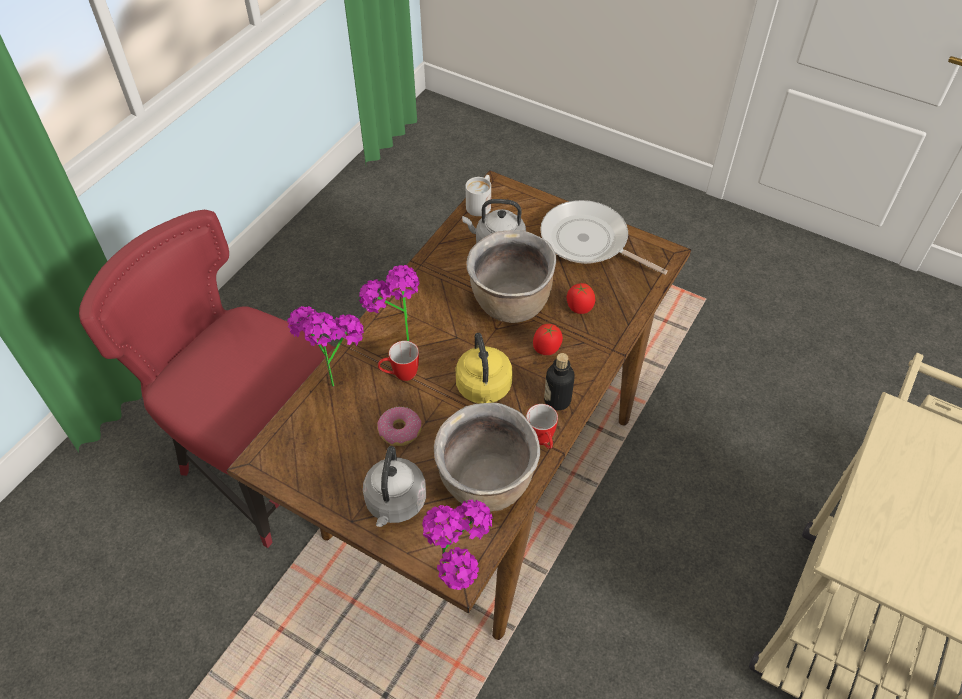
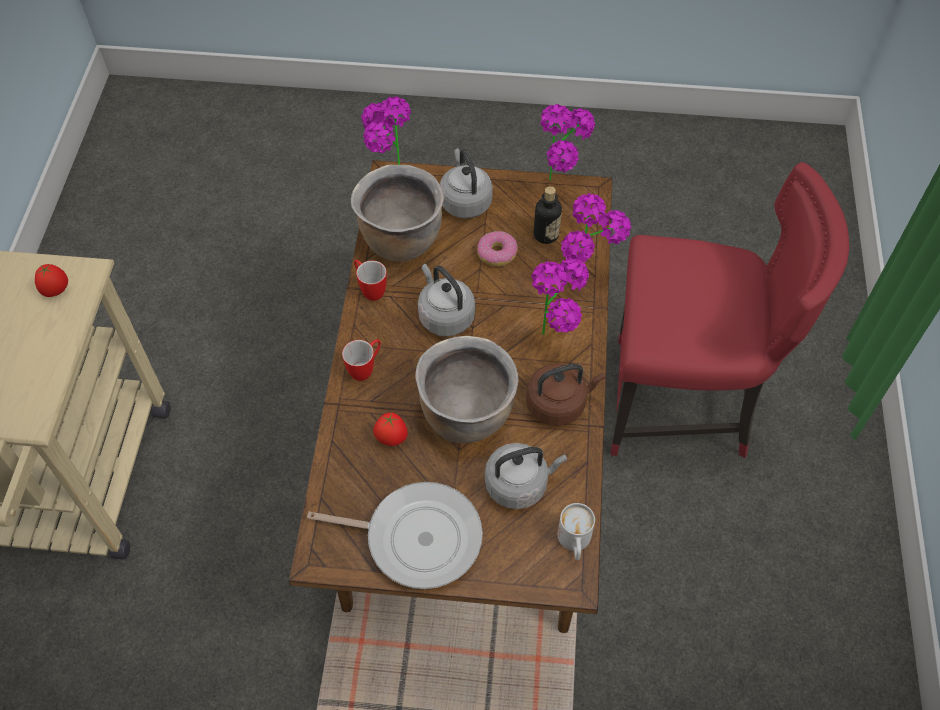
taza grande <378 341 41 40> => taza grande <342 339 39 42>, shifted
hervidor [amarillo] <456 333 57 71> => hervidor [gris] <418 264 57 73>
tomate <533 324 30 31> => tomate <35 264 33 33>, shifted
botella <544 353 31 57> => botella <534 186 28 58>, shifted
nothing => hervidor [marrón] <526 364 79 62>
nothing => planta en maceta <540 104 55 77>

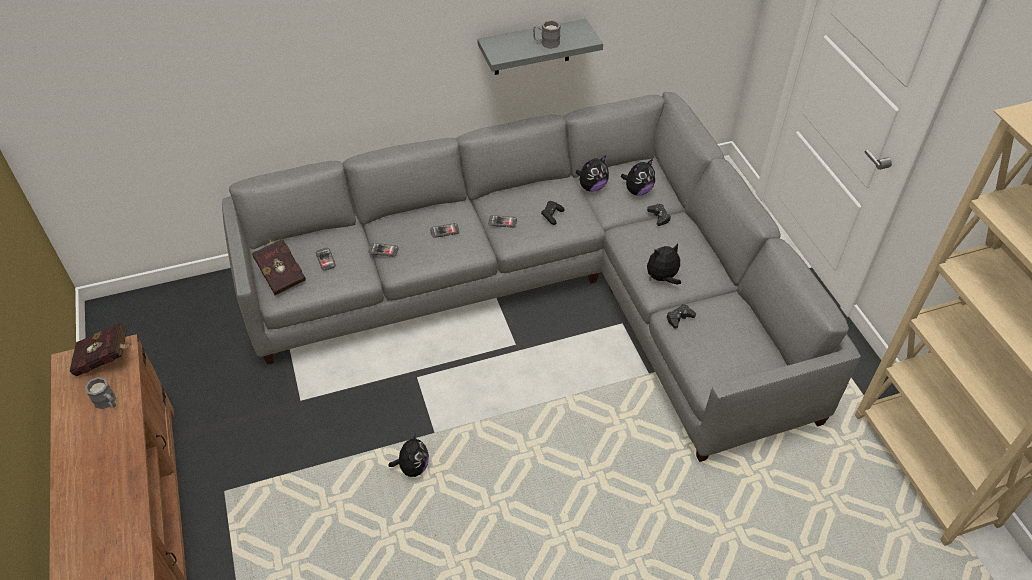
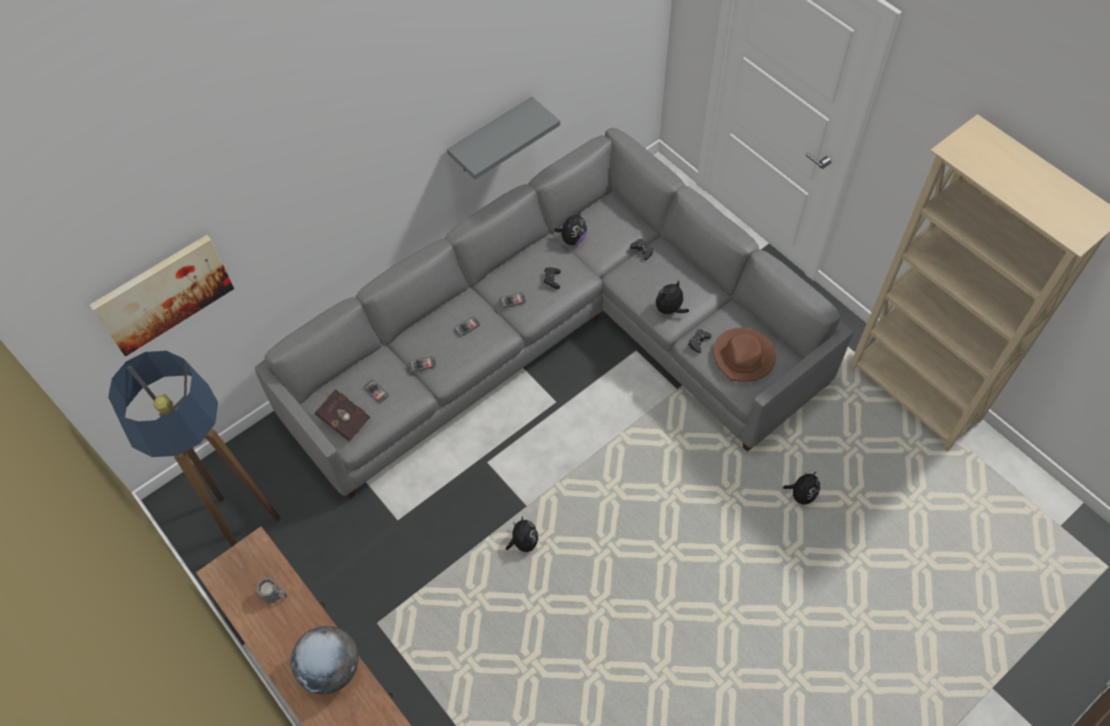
libro [rojo] <70 323 62 53> => nothing
taza grande [gris] <533 20 28 29> => nothing
peluche <621 159 34 37> => peluche <783 471 37 34>, shifted
nothing => cuadro <90 235 144 121>
nothing => lámpara de pie <108 351 172 196>
nothing => globo terráqueo <291 626 67 68>
nothing => sombrero [marrón] <713 328 63 54>

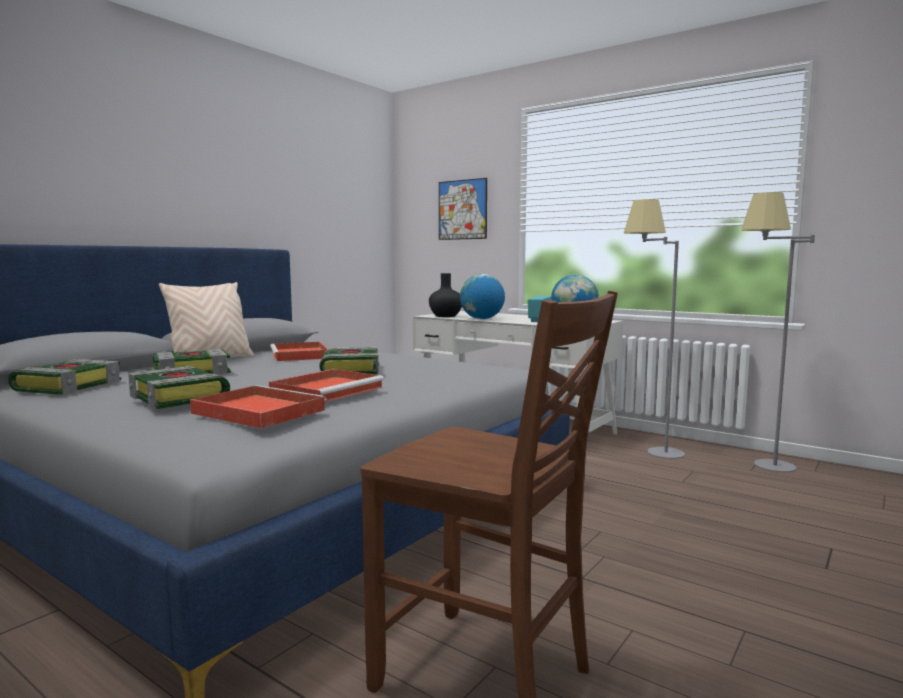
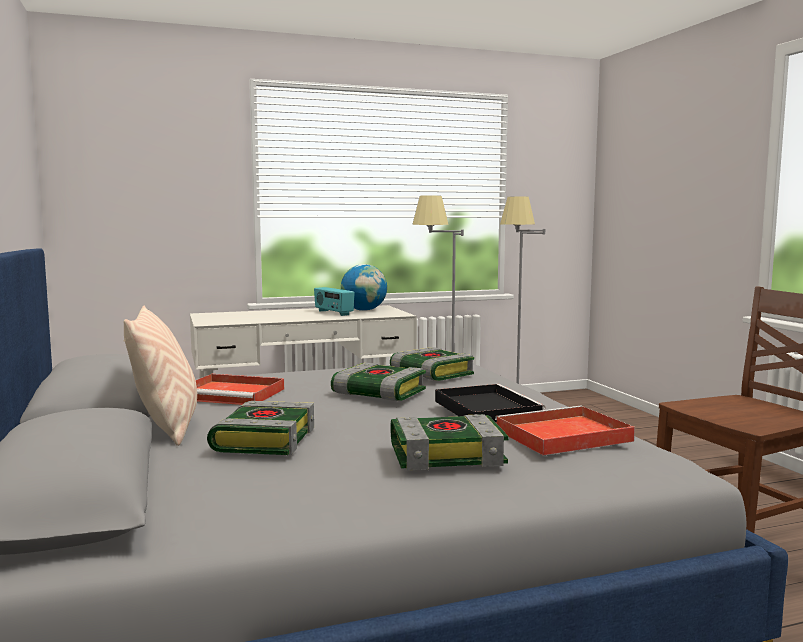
libro <8 359 113 36> => libro <390 347 84 34>, shifted
bandeja [rojo] <269 369 115 33> => bandeja [negro] <435 384 111 39>
florero [negro] <429 273 33 44> => nothing
cuadro <439 178 48 62> => nothing
globo terráqueo <460 274 45 45> => nothing

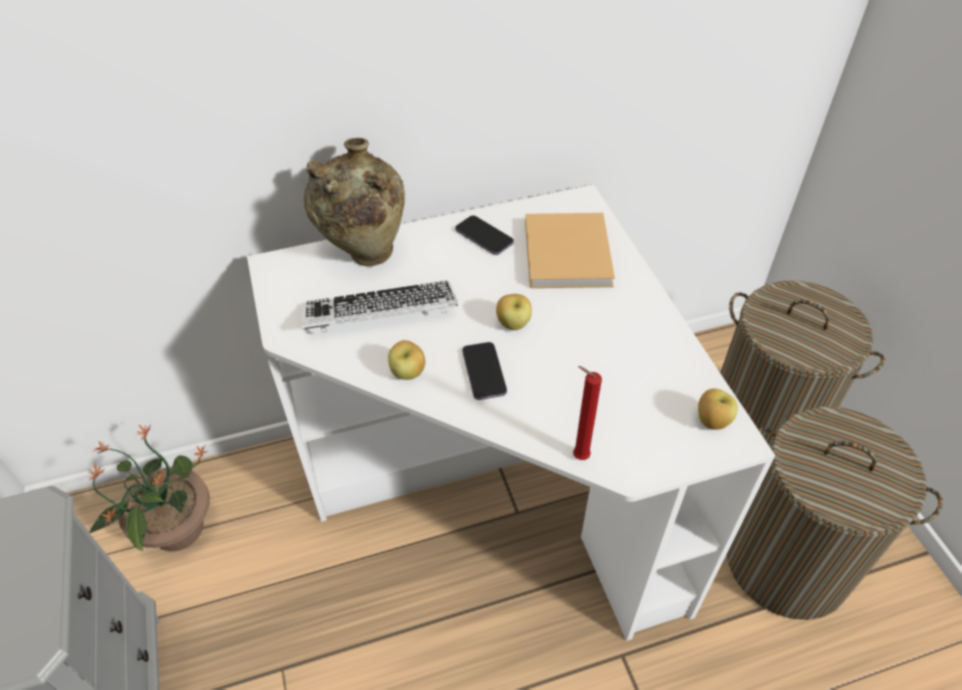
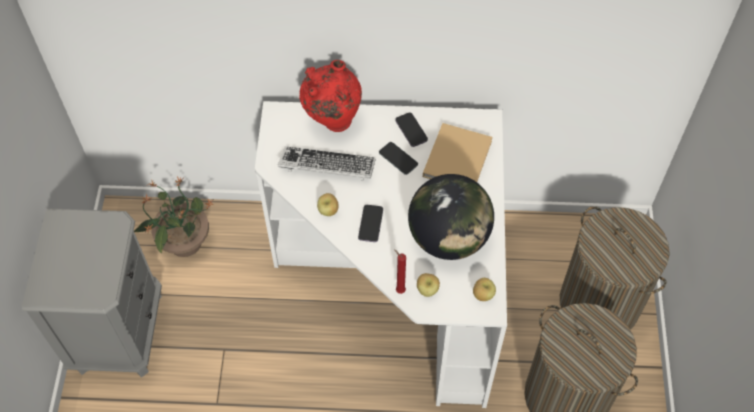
florero [beis] <304 138 101 128> => florero [rojo] <299 60 63 72>
manzana <496 294 36 36> => manzana <417 273 23 24>, shifted
nothing => móvil <379 142 39 33>
nothing => globo terráqueo <408 174 86 86>

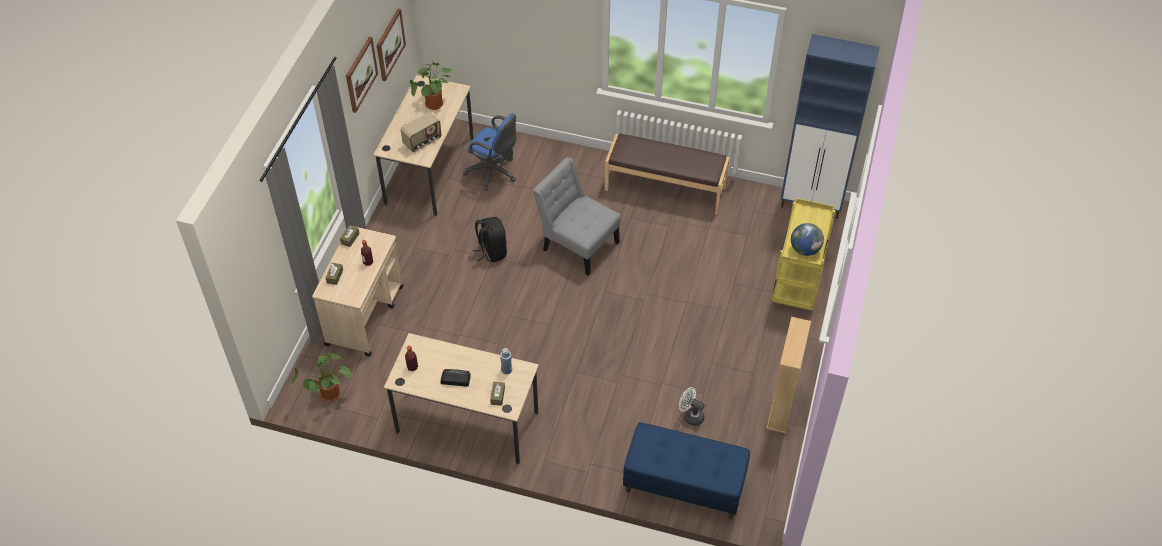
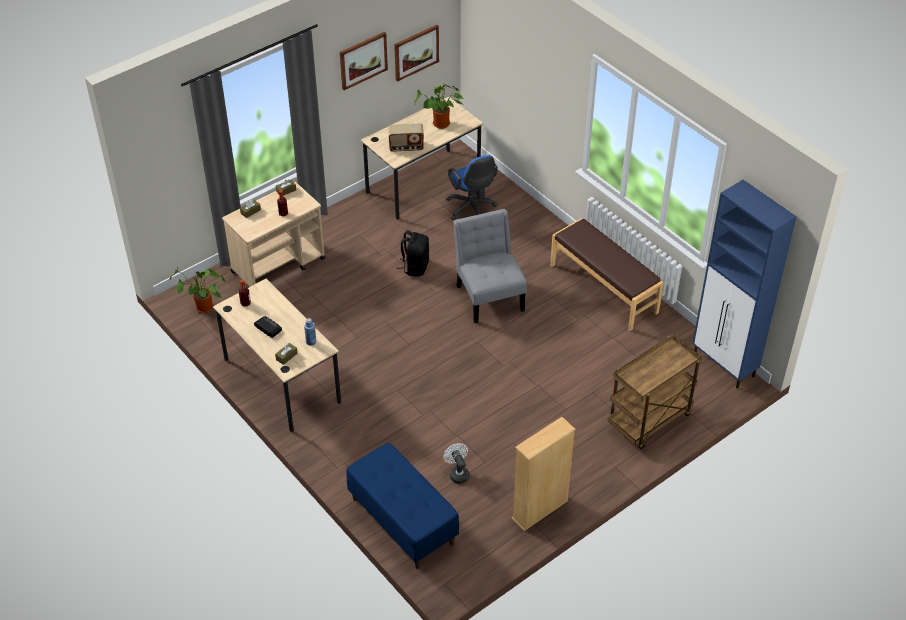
carrito [amarillo] <772 198 63 113> => carrito [marrón] <608 334 94 115>
globo terráqueo <791 223 33 33> => nothing

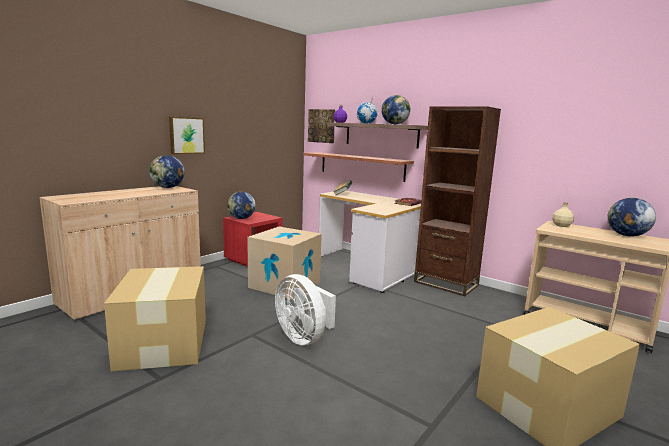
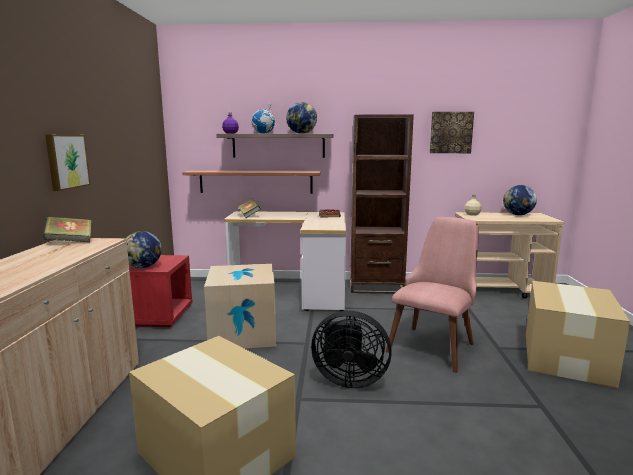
globo terráqueo <149 155 36 33> => libro <44 216 48 26>
ventilador [blanco] <275 274 61 71> => ventilador [negro] <311 311 81 77>
cuadro <308 109 27 34> => cuadro <430 112 44 41>, shifted
nothing => silla [rosa] <386 217 93 156>

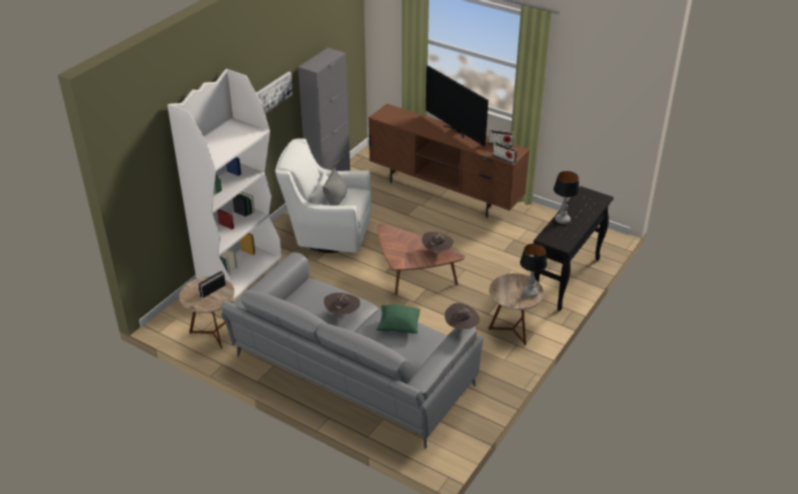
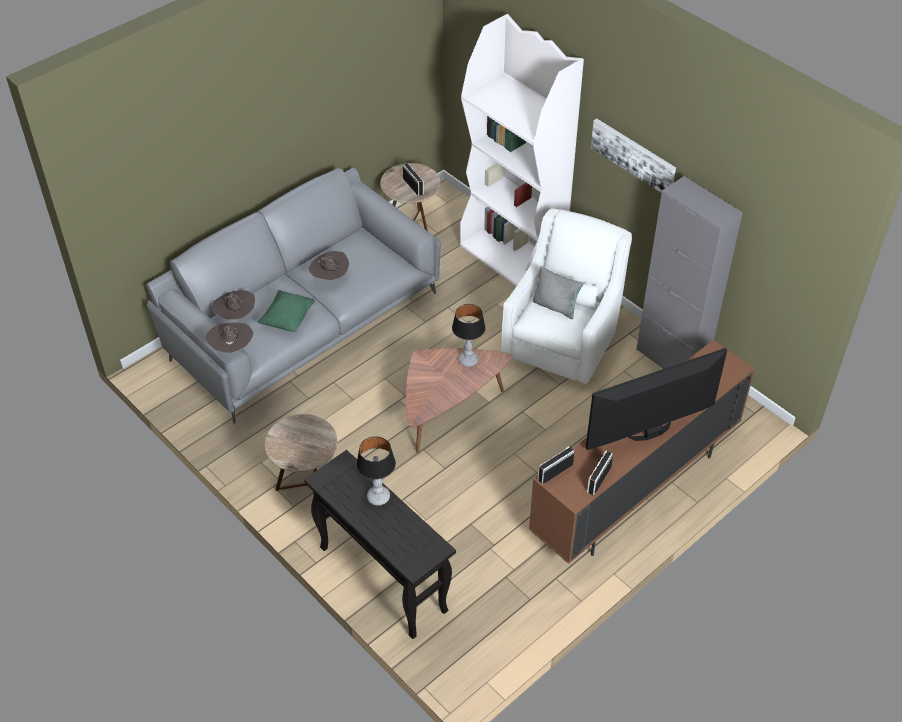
sombrero [marrón] <422 232 32 23> => sombrero [marrón] <212 290 43 29>, shifted
lámpara de mesa <520 243 27 55> => lámpara de mesa <452 304 34 63>, shifted

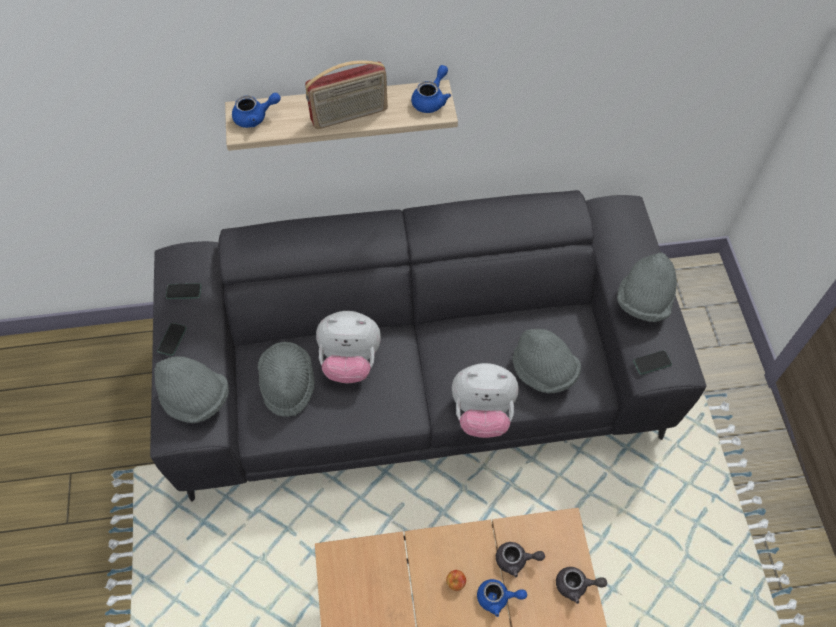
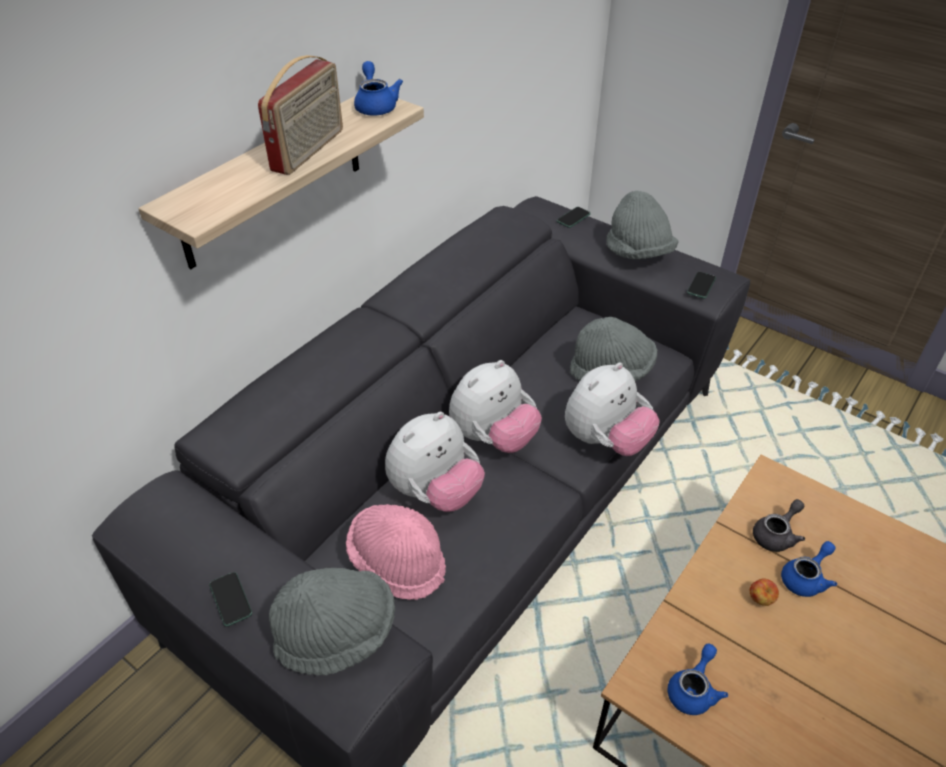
móvil <166 283 35 16> => móvil <556 207 35 21>, shifted
tetera [azul] <232 93 49 35> => tetera [azul] <667 643 61 72>, shifted
sombrero [gris] <258 342 57 75> => sombrero [rosa] <346 504 100 96>
tetera [gris] <556 567 51 37> => nothing
nothing => peluche <449 360 93 93>

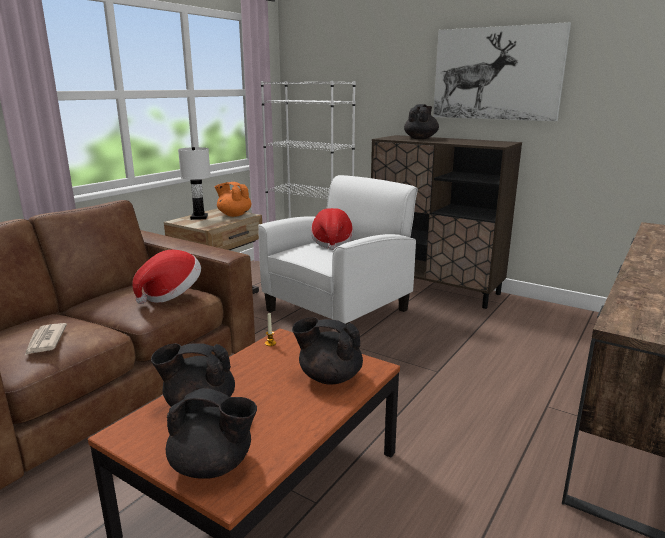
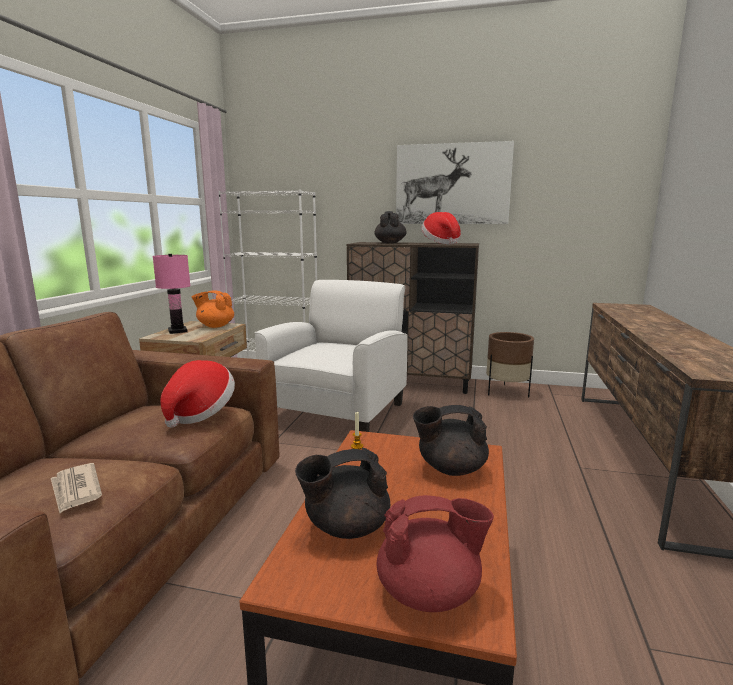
tetera [negro] <166 388 91 91> => tetera [rojo] <377 495 117 117>
lámpara de mesa [blanco] <178 147 33 73> => lámpara de mesa [rosa] <153 254 38 80>
sombrero <311 208 42 42> => sombrero <421 212 40 32>, shifted
nothing => maceta [marrón] <486 332 48 66>

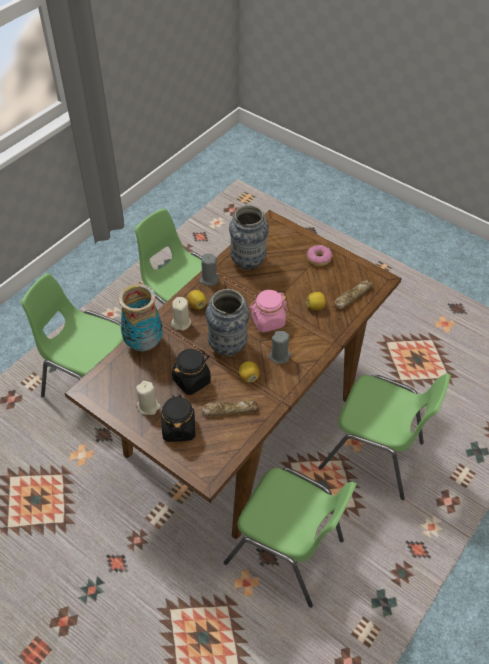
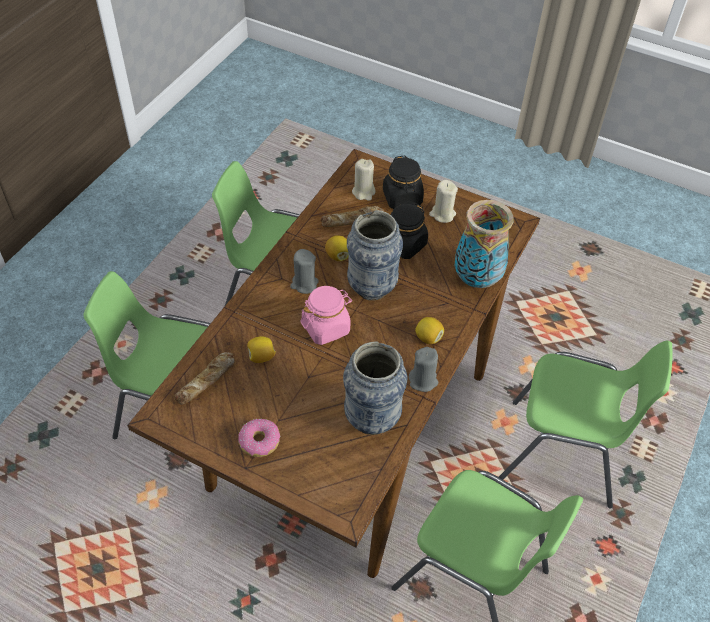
vela [beis] <171 297 20 34> => vela [beis] <352 159 24 42>, shifted

